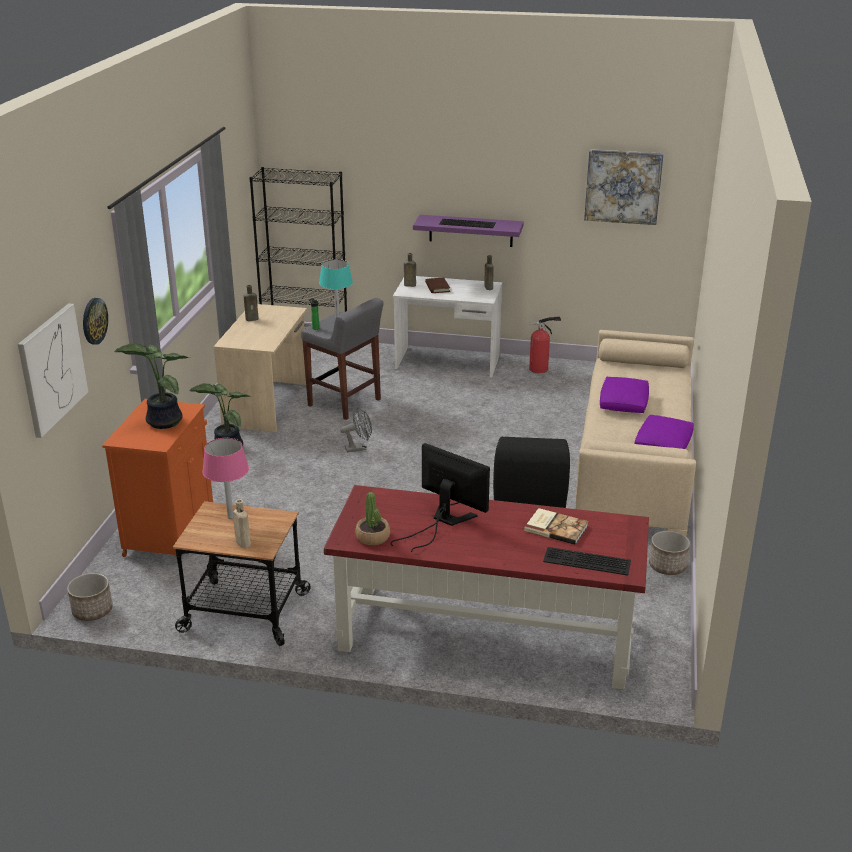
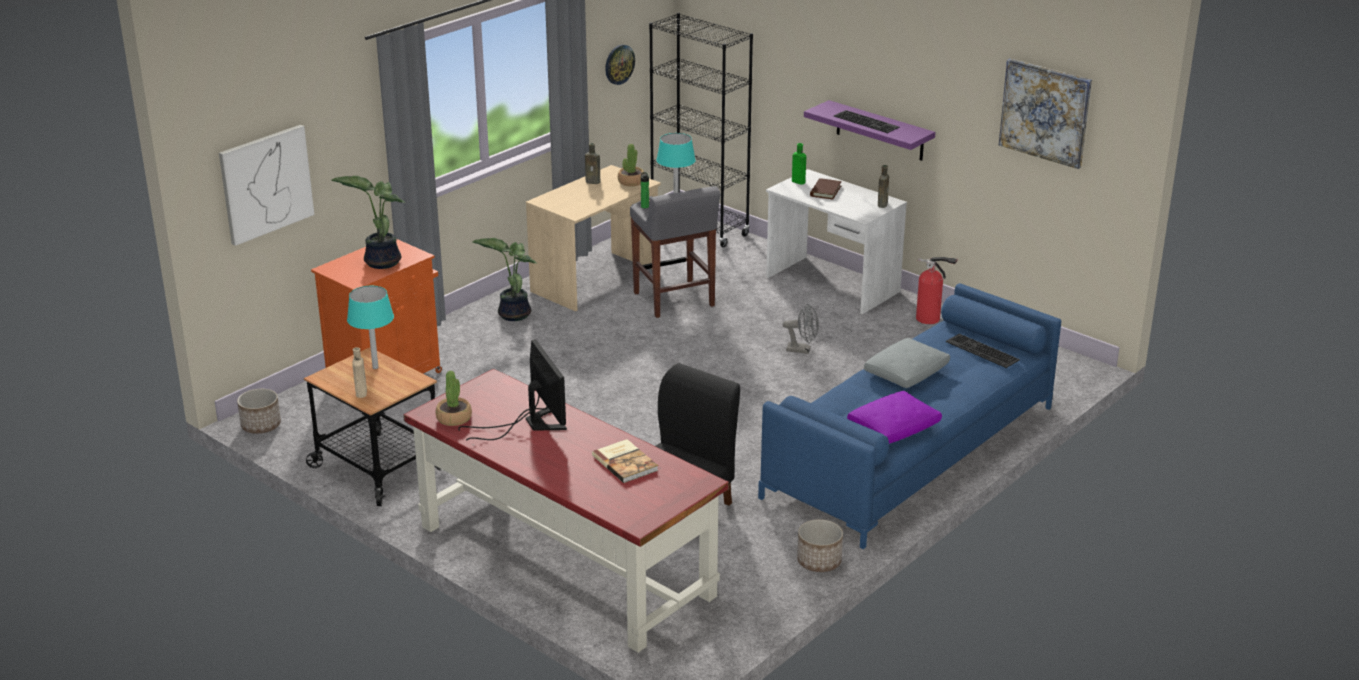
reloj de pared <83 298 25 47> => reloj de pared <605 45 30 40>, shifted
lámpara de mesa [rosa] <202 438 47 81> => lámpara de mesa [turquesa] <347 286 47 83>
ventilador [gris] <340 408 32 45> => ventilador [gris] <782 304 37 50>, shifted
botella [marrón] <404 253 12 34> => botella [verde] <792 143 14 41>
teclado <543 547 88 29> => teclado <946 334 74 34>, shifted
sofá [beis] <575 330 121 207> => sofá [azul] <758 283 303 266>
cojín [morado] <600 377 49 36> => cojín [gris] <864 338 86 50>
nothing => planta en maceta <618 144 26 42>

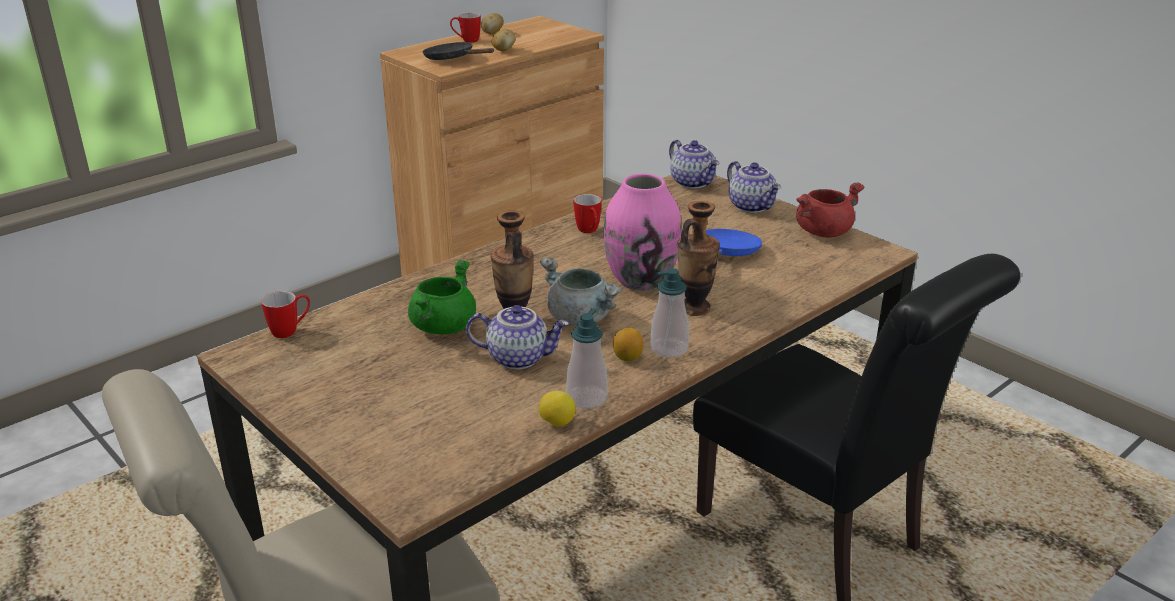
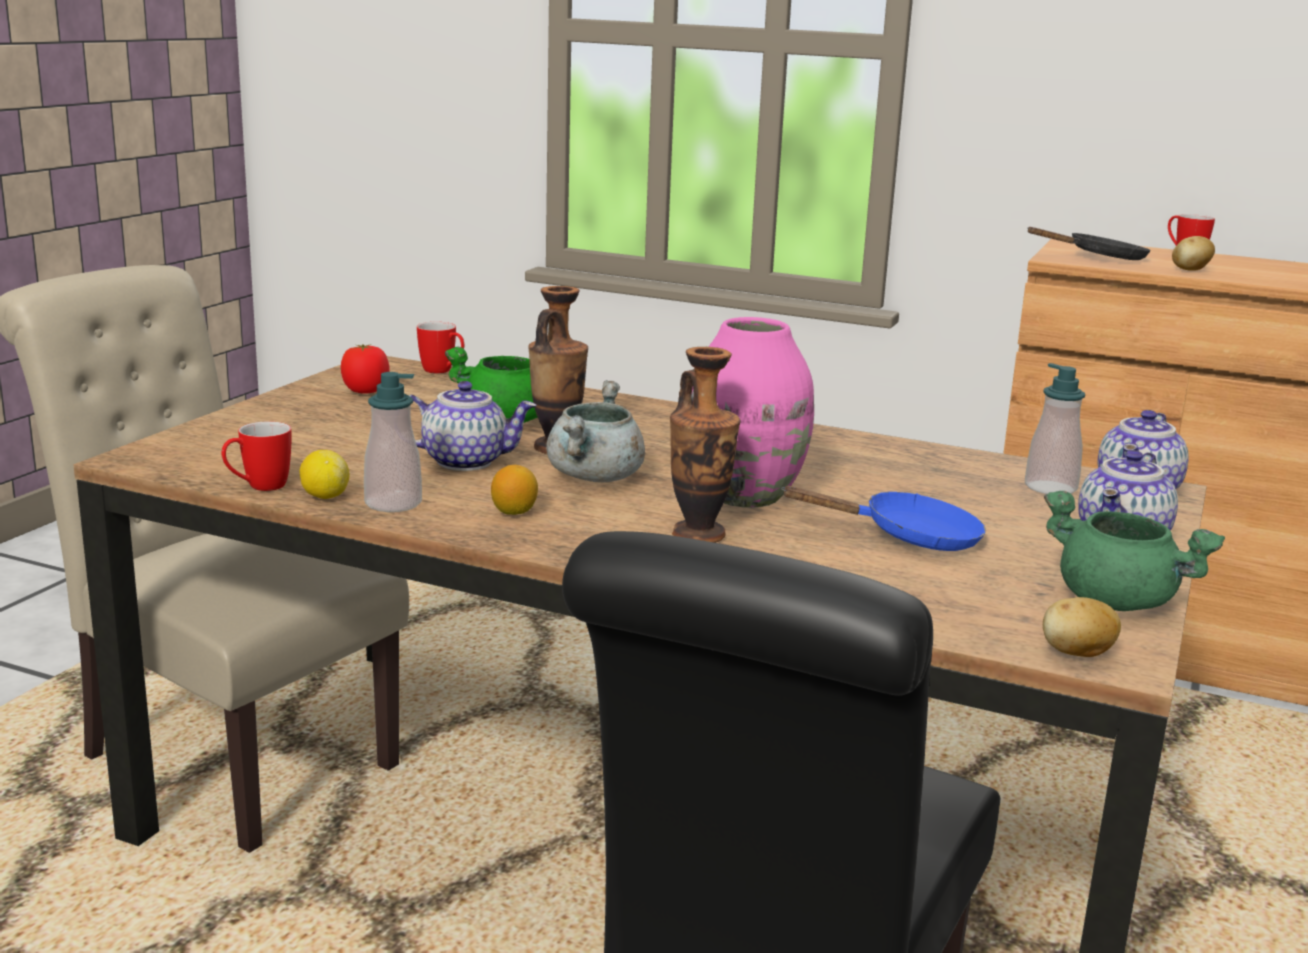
sartén [negro] <422 42 72 18> => sartén [negro] <1027 227 124 33>, 60 degrees clockwise
tetera <466 305 103 65> => tetera <408 381 129 90>, 75 degrees counterclockwise
patata <481 13 23 21> => patata <1043 597 78 60>, shifted
taza grande <574 194 28 39> => taza grande <222 421 69 70>, shifted
dispensador de jabón <651 268 38 90> => dispensador de jabón <1025 363 60 131>, shifted
olla [rojo] <796 182 68 56> => olla [verde] <1044 491 181 120>
nothing => tomate <341 344 49 50>

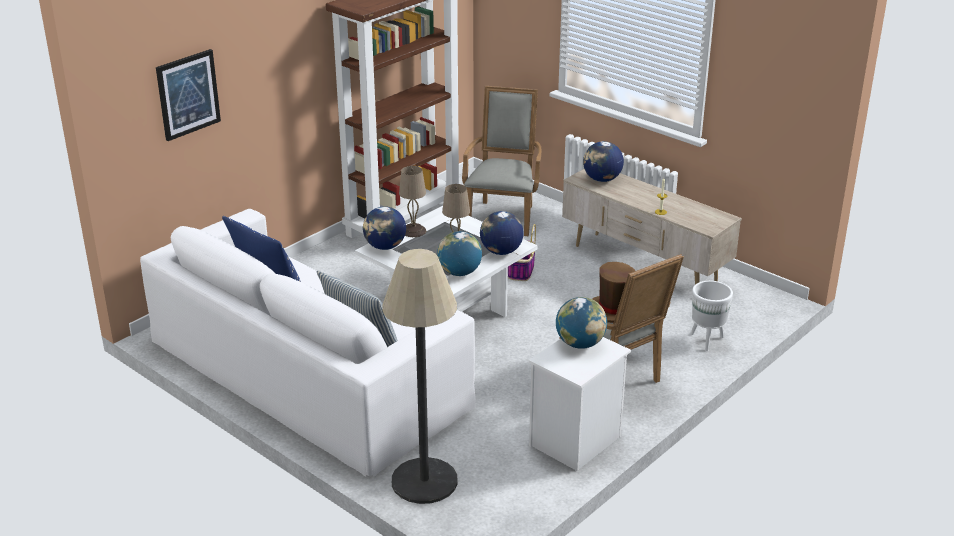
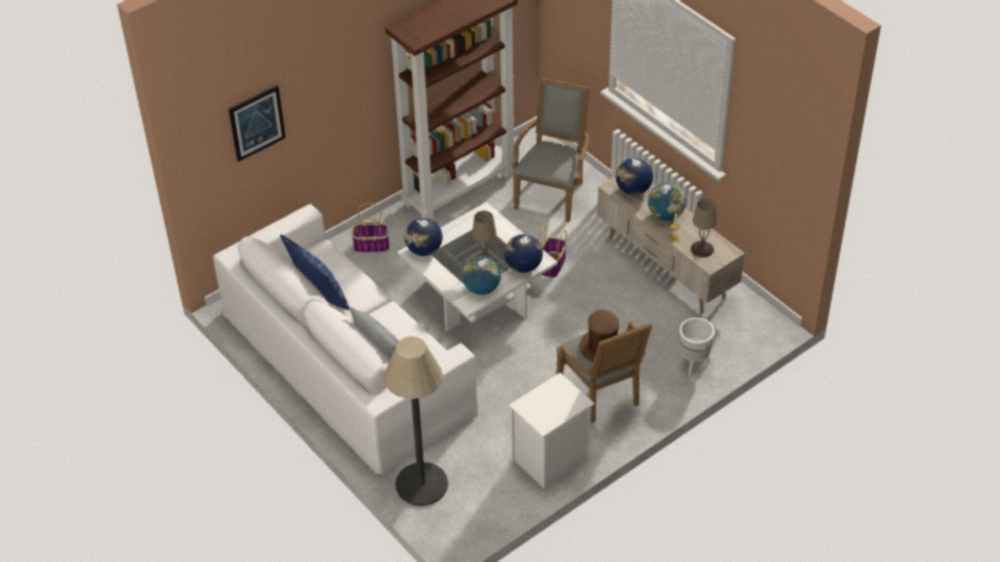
lámpara de mesa [beis] <399 166 27 71> => lámpara de mesa [beis] <691 198 27 59>, shifted
globo terráqueo <556 297 51 52> => globo terráqueo <648 183 38 38>, shifted
nothing => cesta <351 203 38 50>

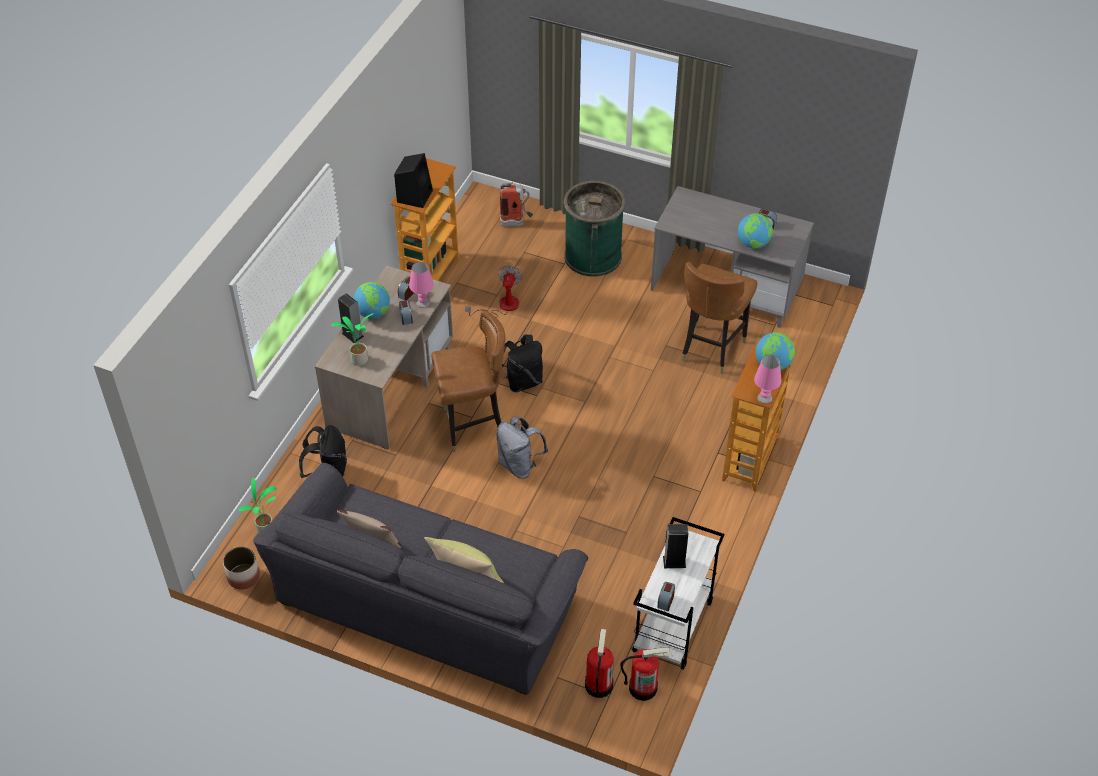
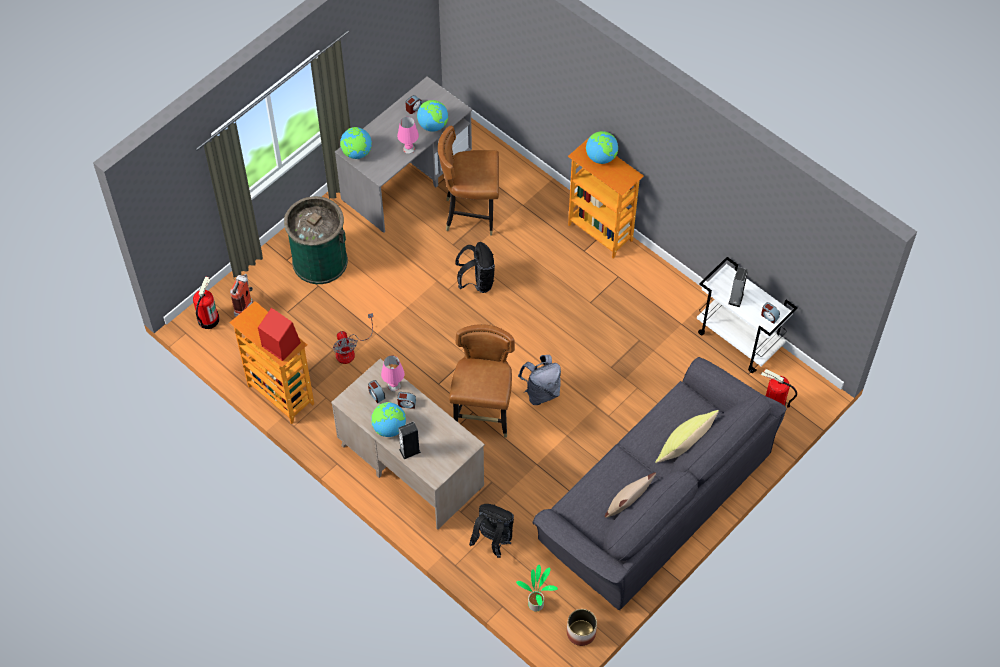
planta en maceta <331 313 44 53> => nothing
altavoz [negro] <394 153 39 55> => altavoz [rojo] <258 308 43 53>
ventilador <465 265 58 53> => ventilador <333 313 40 51>, 135 degrees counterclockwise
mochila [negro] <502 335 41 58> => mochila [negro] <455 242 40 51>, shifted
extintor <620 647 52 54> => extintor <193 276 26 53>, shifted
silla [marrón] <681 262 76 112> => silla [marrón] <438 126 61 110>, 135 degrees clockwise
lámpara de mesa [rosa] <754 355 27 49> => lámpara de mesa [rosa] <397 117 22 37>, shifted
nothing => globo terráqueo <340 127 32 32>

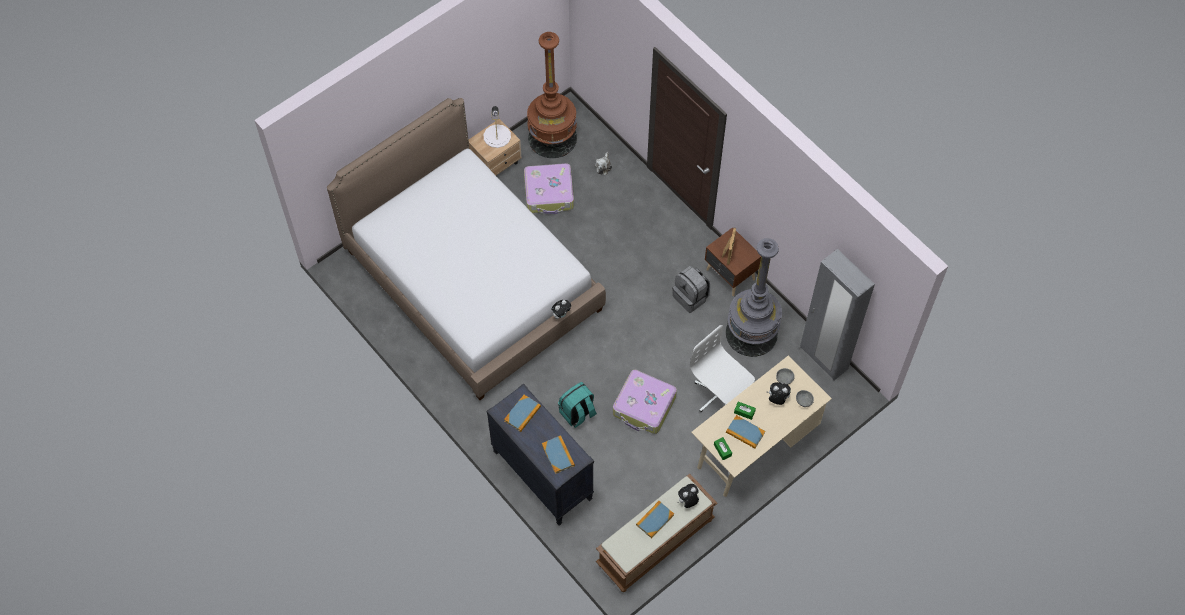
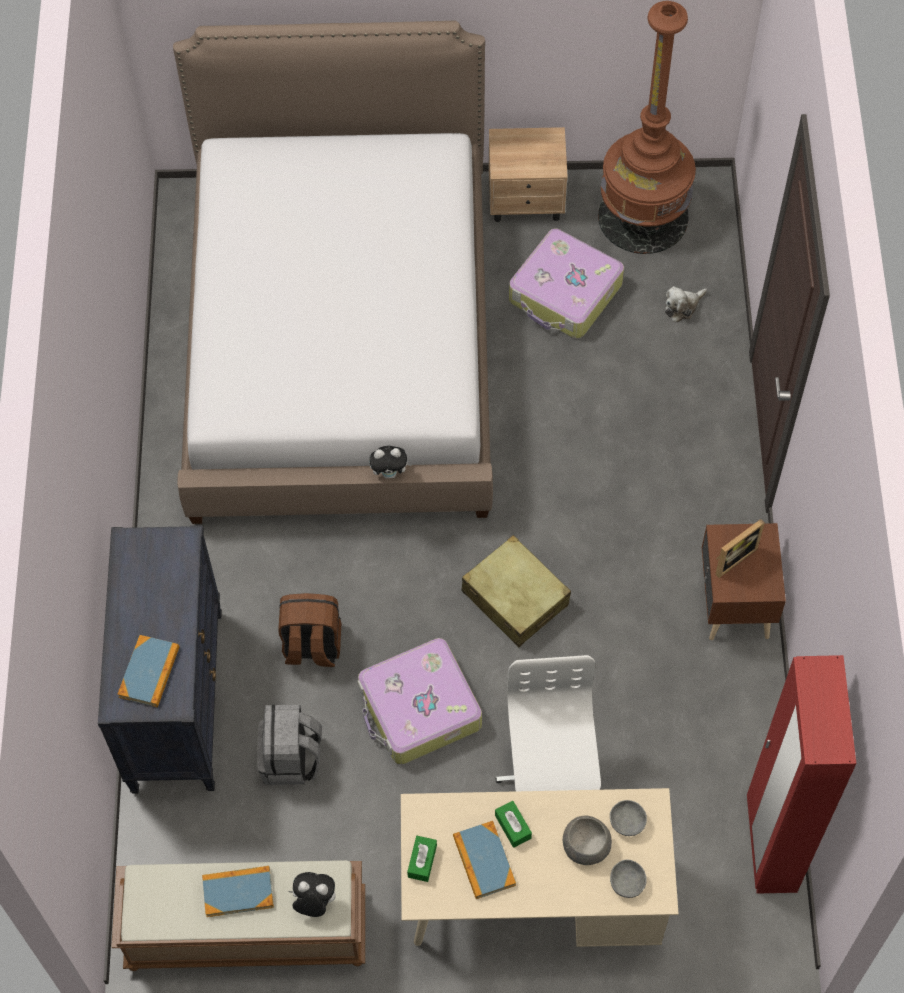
lámpara de mesa [blanco] <484 106 27 42> => nothing
libro <504 395 37 37> => nothing
mochila [turquesa] <558 382 39 46> => mochila [marrón] <278 593 63 74>
mochila [gris] <673 266 37 47> => mochila [gris] <257 705 65 80>, shifted
lámpara de pie [gris] <726 238 56 119> => nothing
peluche <766 382 25 23> => cuenco [gris] <563 816 49 49>
armario ropero [gris] <800 249 75 131> => armario ropero [rojo] <747 655 109 239>
nothing => maleta [beis] <462 535 109 112>

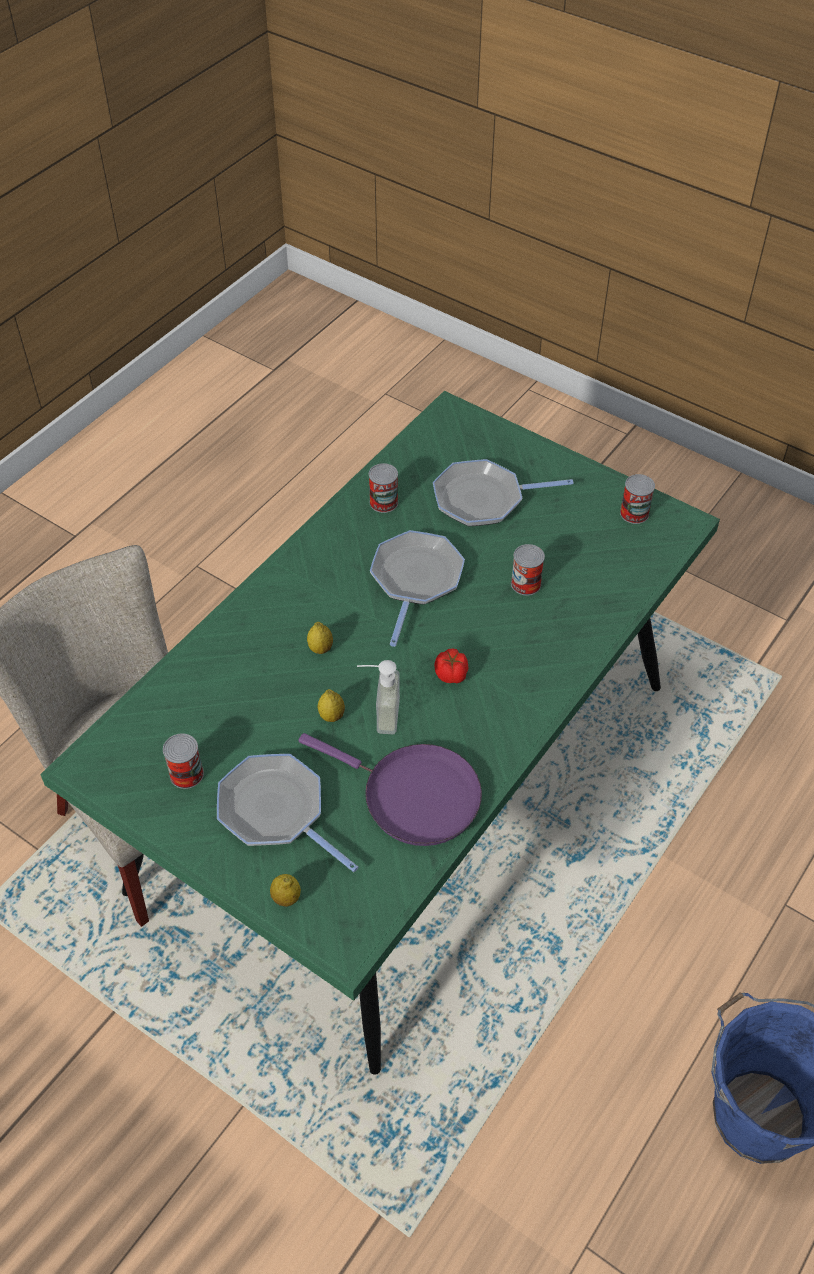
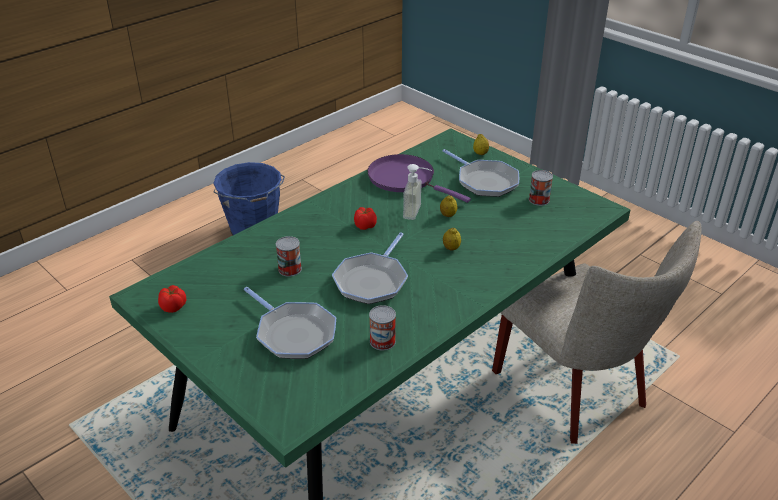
sartén <433 459 140 67> => sartén <244 287 92 72>, 45 degrees clockwise
lata <620 474 35 50> => tomate <158 285 28 28>

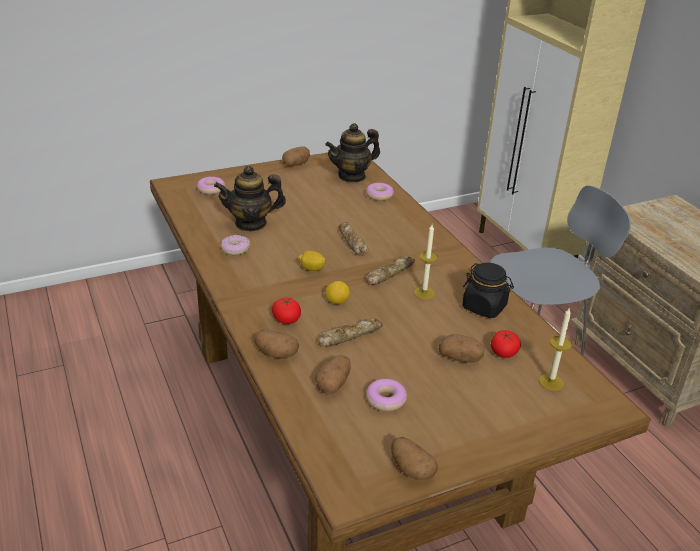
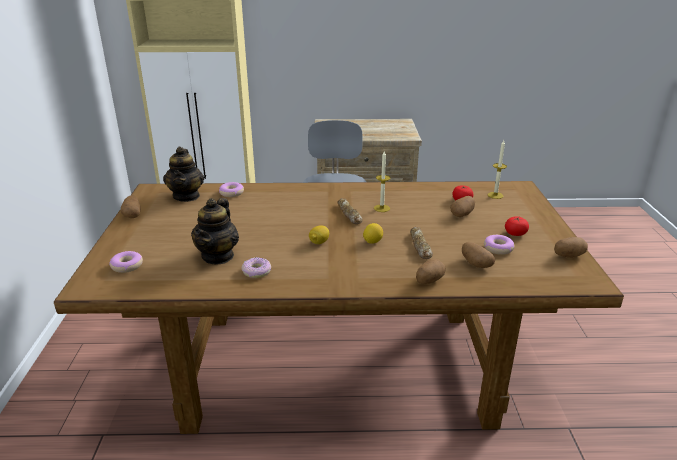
tomate <272 298 29 26> => tomate <505 216 24 20>, shifted
pan <339 222 29 34> => nothing
tarro [negro] <462 263 52 55> => nothing

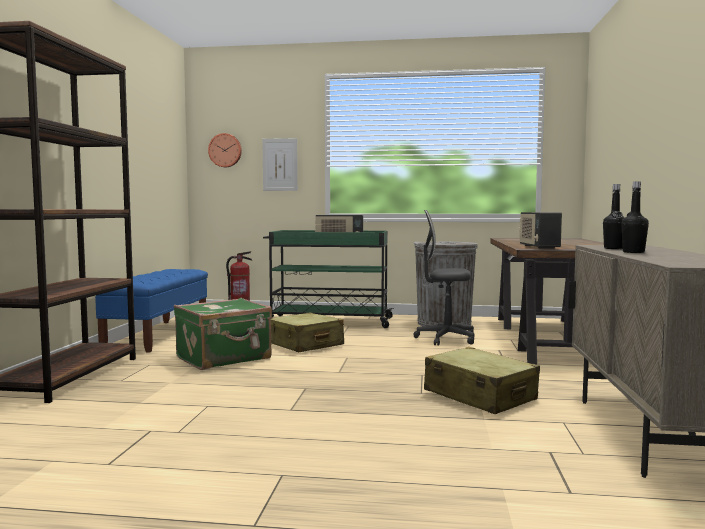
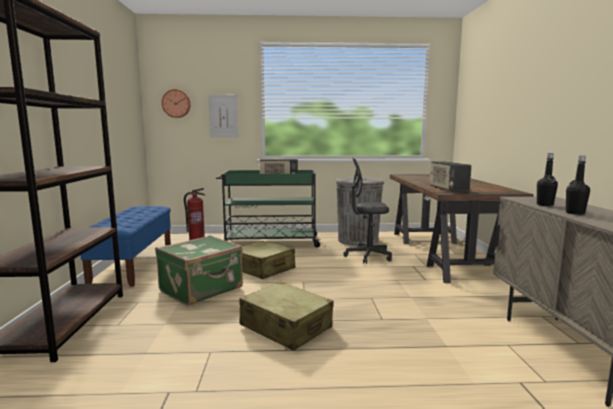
maleta [beis] <424 347 116 67> => maleta [beis] <239 281 95 70>, shifted

